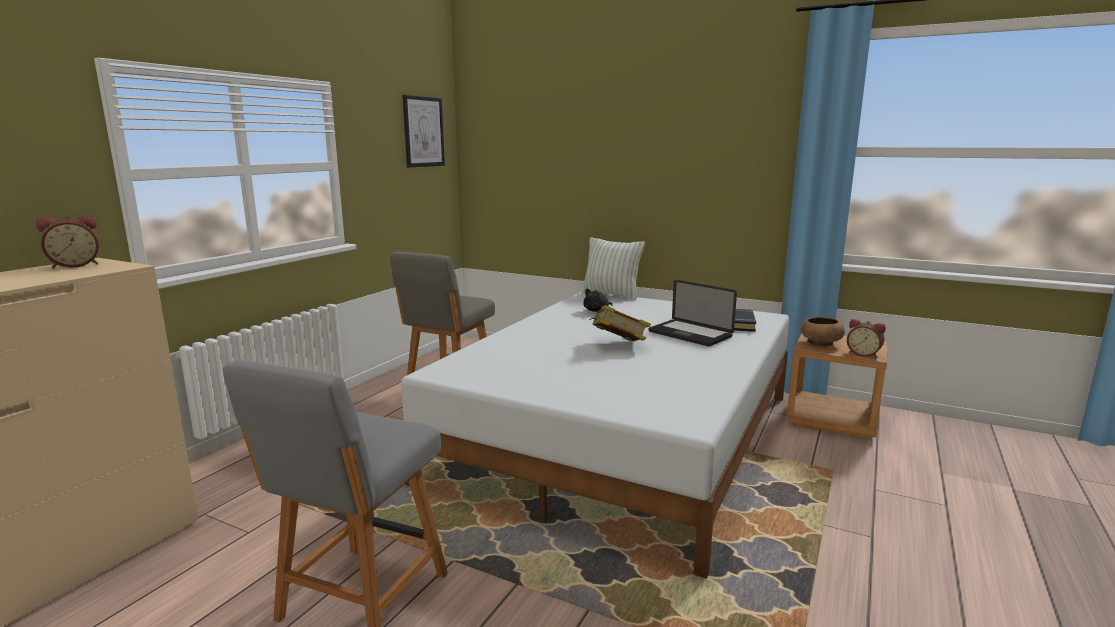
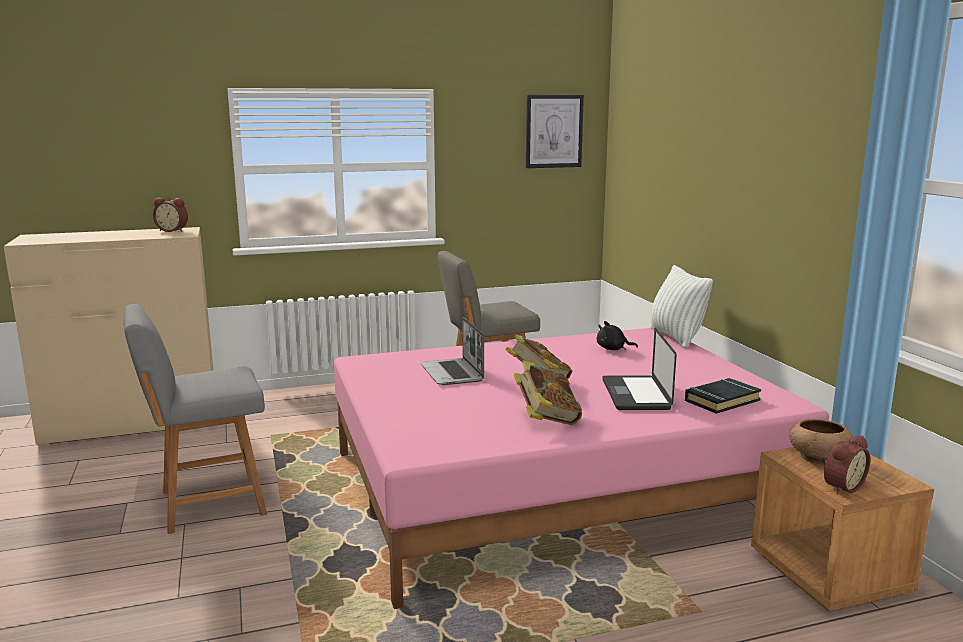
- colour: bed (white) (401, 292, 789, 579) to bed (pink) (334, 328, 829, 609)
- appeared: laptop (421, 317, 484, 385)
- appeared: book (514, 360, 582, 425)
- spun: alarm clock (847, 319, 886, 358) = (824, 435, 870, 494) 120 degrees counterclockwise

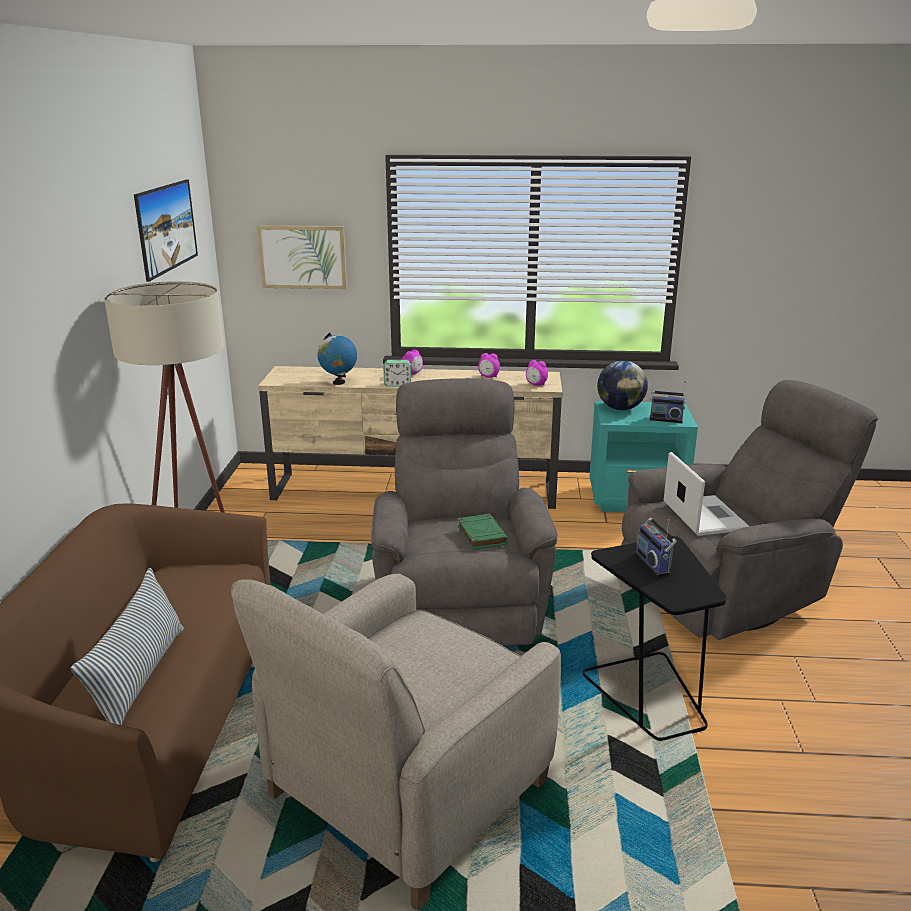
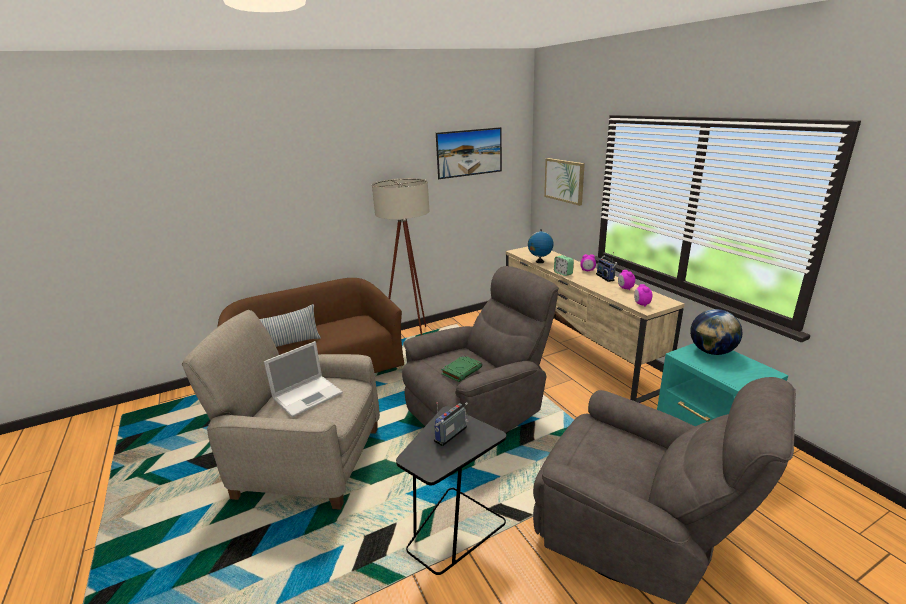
- relocated: laptop (664, 452, 749, 536) to (264, 341, 343, 417)
- relocated: radio (649, 381, 687, 423) to (596, 252, 618, 282)

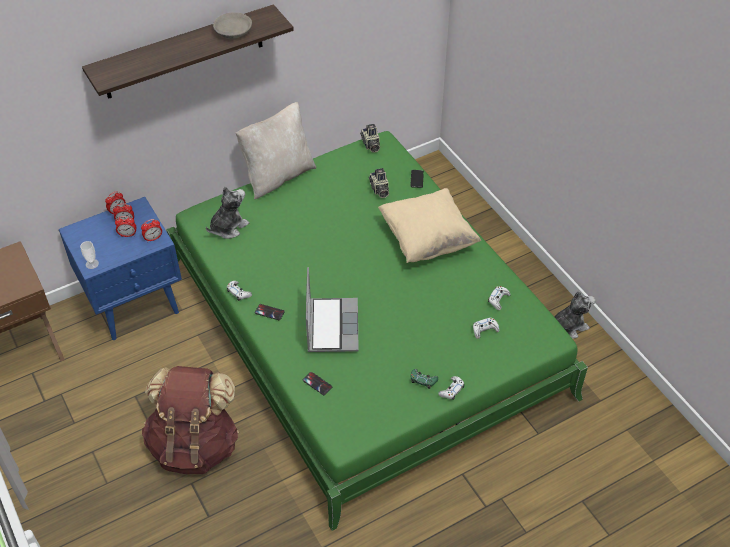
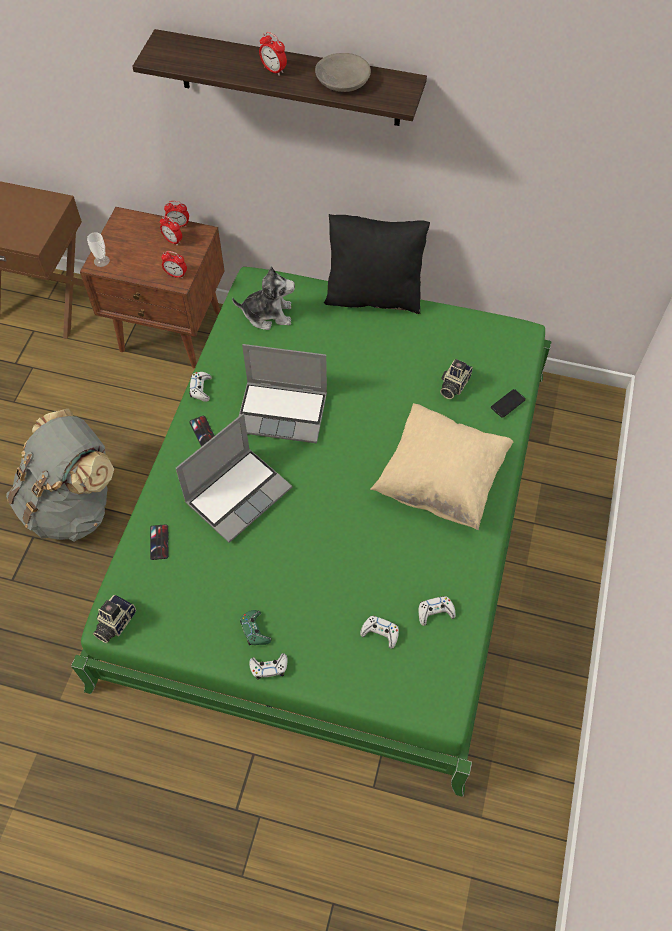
- colour: backpack (brown) (142, 366, 239, 474) to backpack (grey) (6, 408, 114, 542)
- colour: nightstand (blue) (59, 197, 182, 340) to nightstand (brown) (80, 207, 225, 368)
- relocated: photo camera (360, 124, 380, 153) to (93, 594, 136, 643)
- appeared: laptop (239, 344, 327, 443)
- relocated: alarm clock (115, 216, 136, 237) to (259, 32, 287, 76)
- colour: pillow (beige) (235, 102, 316, 199) to pillow (black) (324, 214, 430, 314)
- missing: plush toy (555, 291, 595, 339)

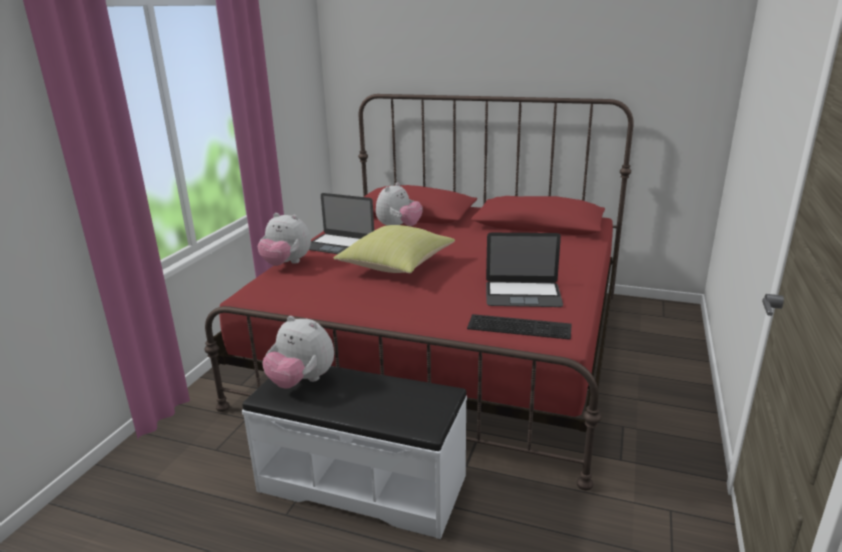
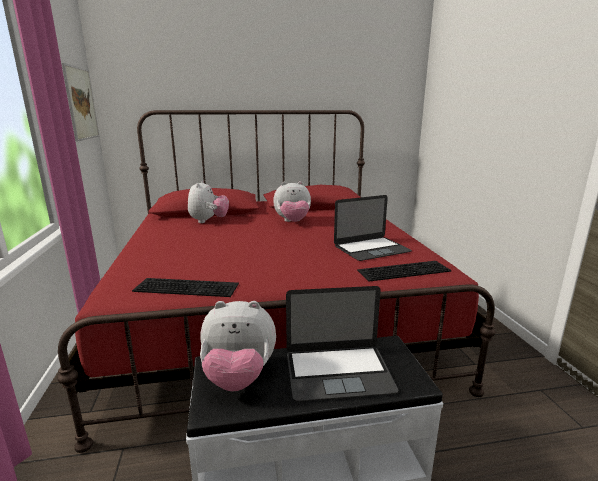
- appeared: picture (61, 63, 100, 142)
- appeared: keyboard (132, 278, 239, 297)
- relocated: plush toy (257, 213, 311, 266) to (273, 181, 311, 222)
- relocated: laptop (309, 193, 374, 254) to (286, 286, 398, 401)
- missing: pillow (yellow) (334, 225, 455, 273)

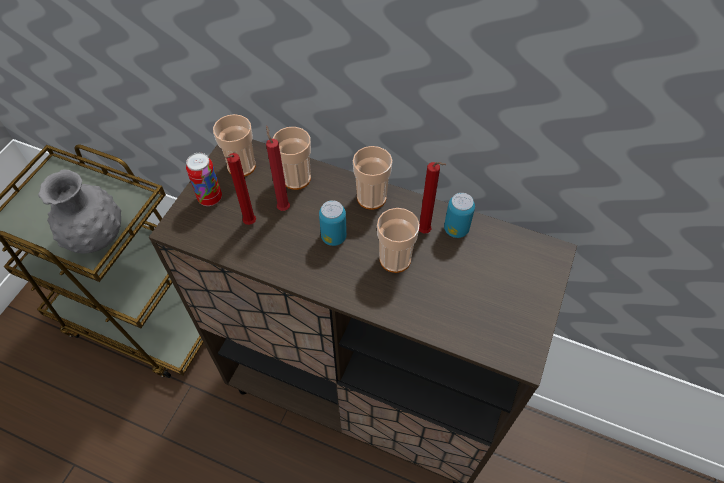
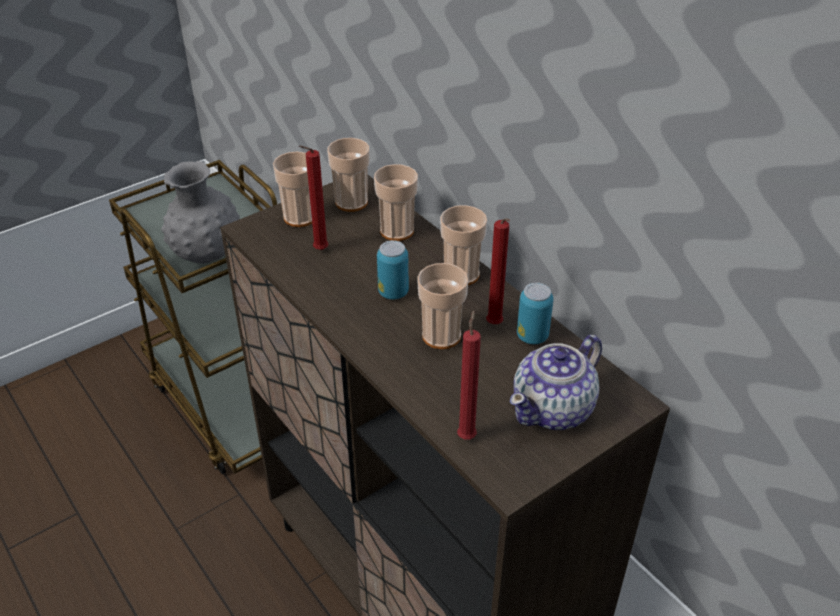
- exchanged: can (186, 153, 222, 206) to cup (273, 151, 312, 227)
- relocated: candle (red) (266, 126, 290, 211) to (457, 310, 481, 440)
- appeared: teapot (510, 335, 602, 430)

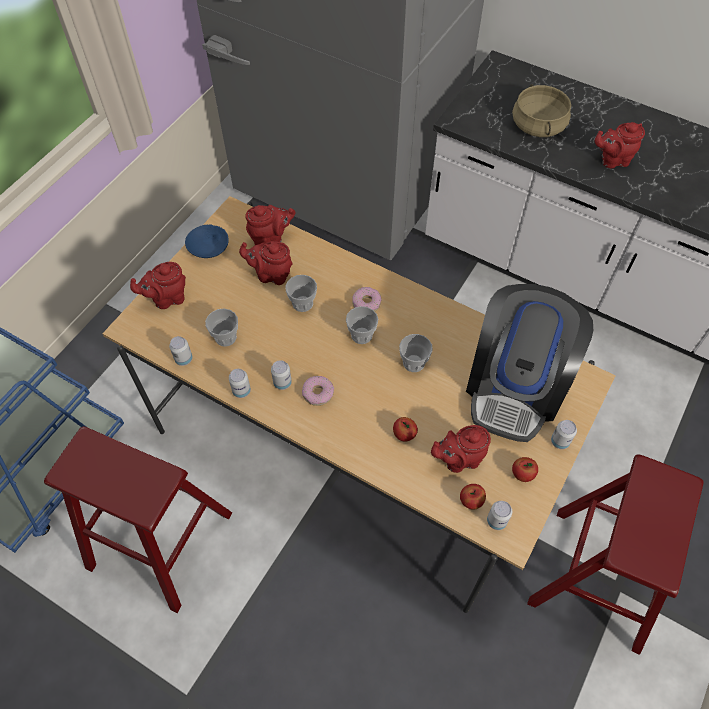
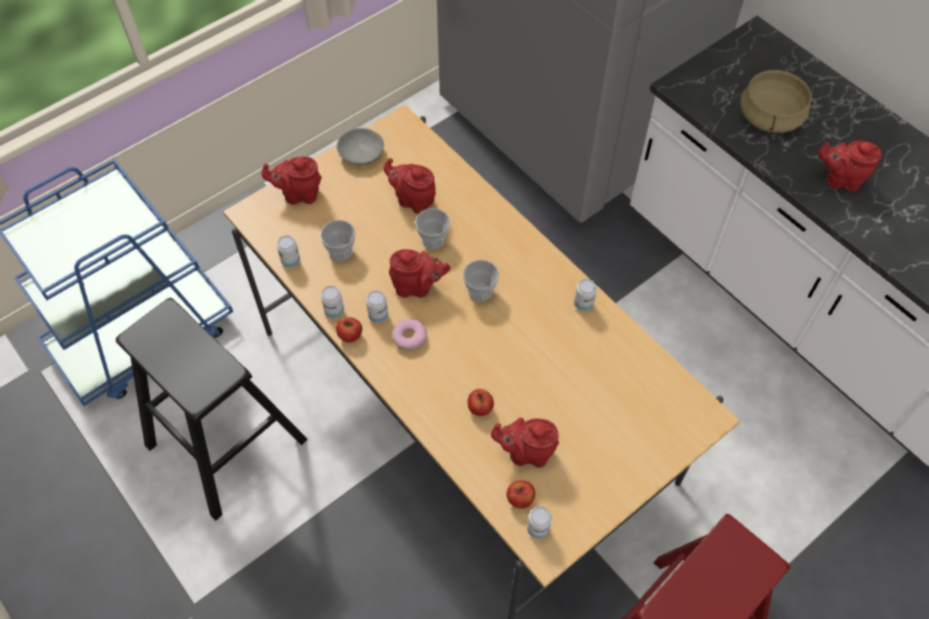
- colour: stool (red) (44, 426, 232, 613) to stool (black) (116, 298, 308, 521)
- relocated: apple (512, 457, 538, 482) to (336, 317, 362, 342)
- colour: bowl (blue) (185, 225, 229, 258) to bowl (grey) (337, 128, 384, 165)
- relocated: teapot (red) (245, 205, 296, 245) to (389, 249, 450, 298)
- relocated: can (551, 420, 577, 449) to (574, 279, 597, 311)
- missing: donut (352, 287, 382, 312)
- missing: cup (399, 334, 433, 372)
- missing: coffee machine (466, 284, 593, 442)

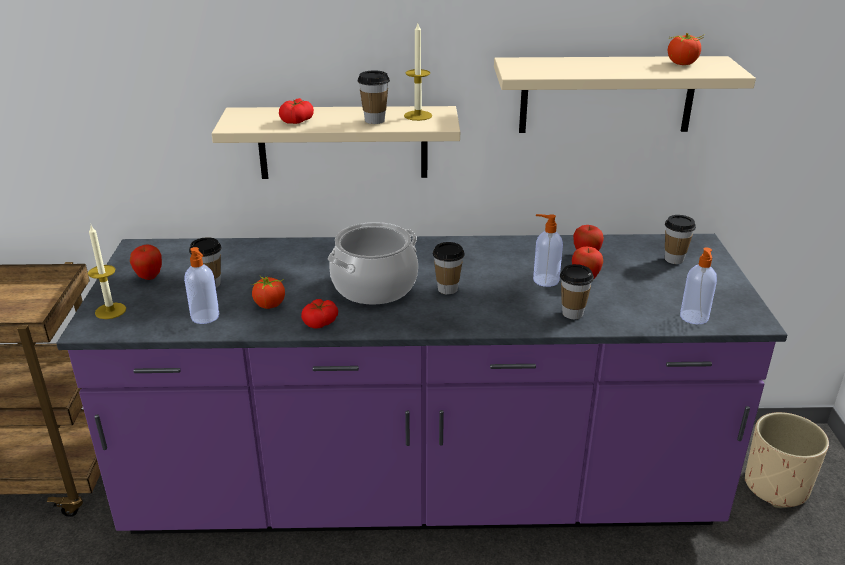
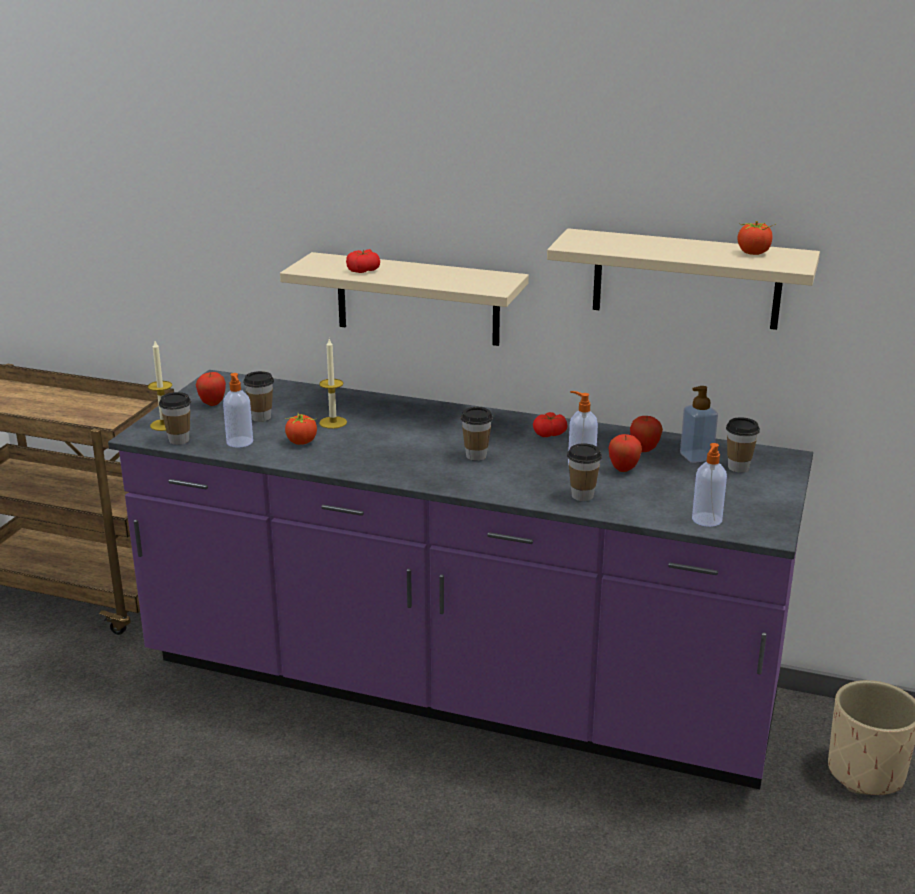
- relocated: cup (358, 70, 390, 124) to (159, 392, 191, 445)
- relocated: candle (404, 23, 432, 121) to (319, 339, 347, 429)
- relocated: tomato (301, 299, 338, 329) to (533, 412, 567, 437)
- appeared: soap dispenser (680, 386, 718, 463)
- missing: cooking pot (328, 222, 418, 305)

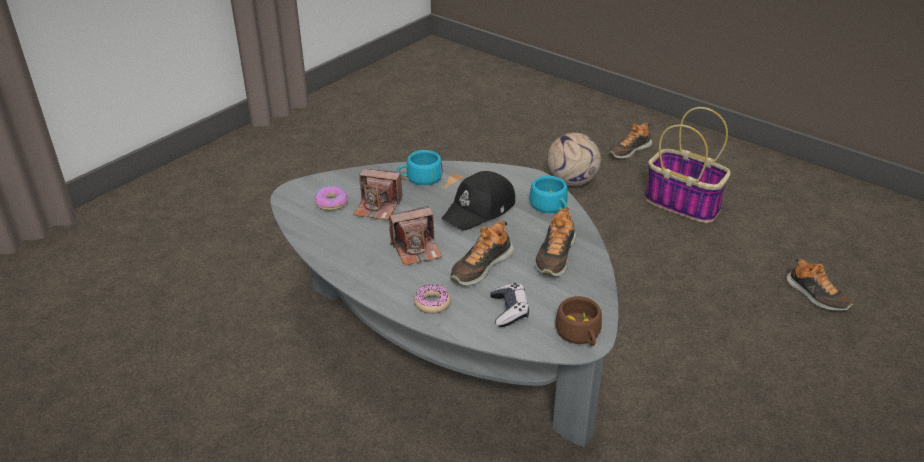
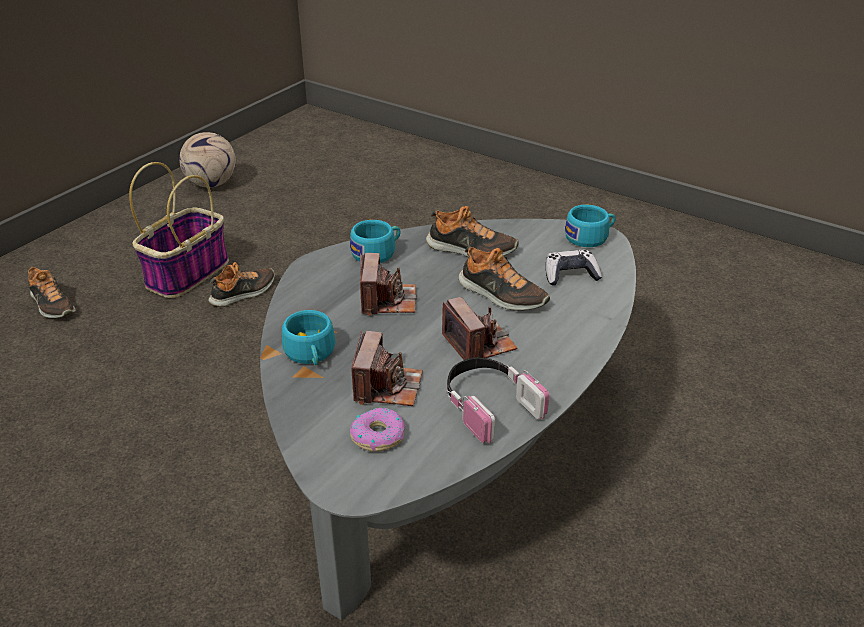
- relocated: football (547, 133, 601, 186) to (179, 132, 236, 187)
- relocated: shoe (787, 258, 853, 311) to (208, 262, 275, 307)
- exchanged: cap (black) (442, 171, 515, 230) to photo camera (360, 253, 417, 316)
- appeared: headphones (447, 358, 549, 444)
- colour: cup (brown) (555, 296, 602, 346) to cup (turquoise) (565, 205, 616, 247)
- missing: donut (414, 284, 451, 314)

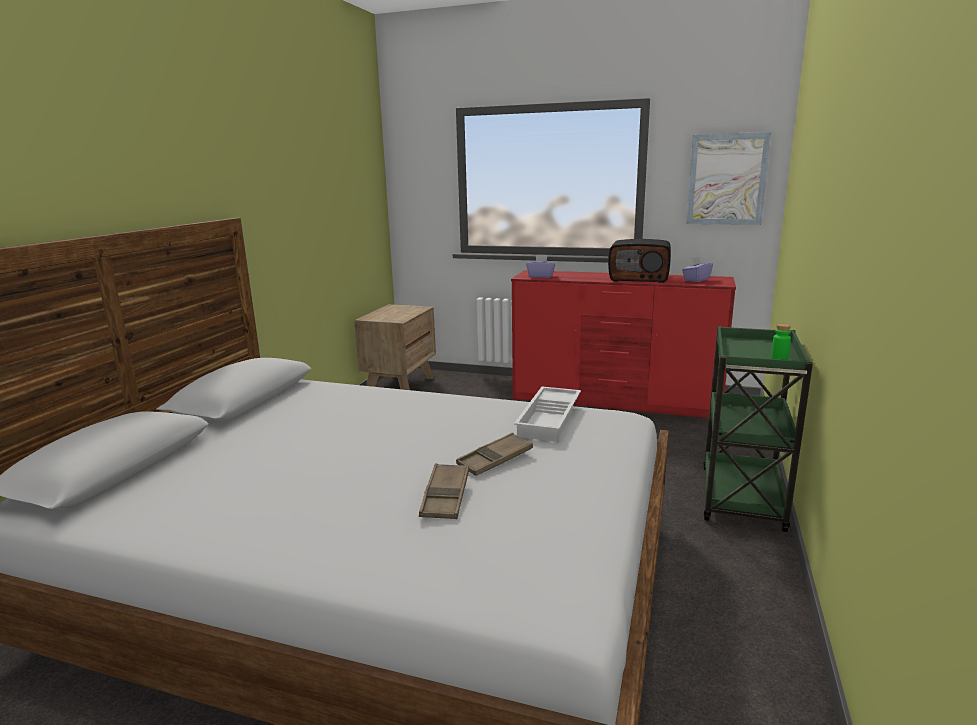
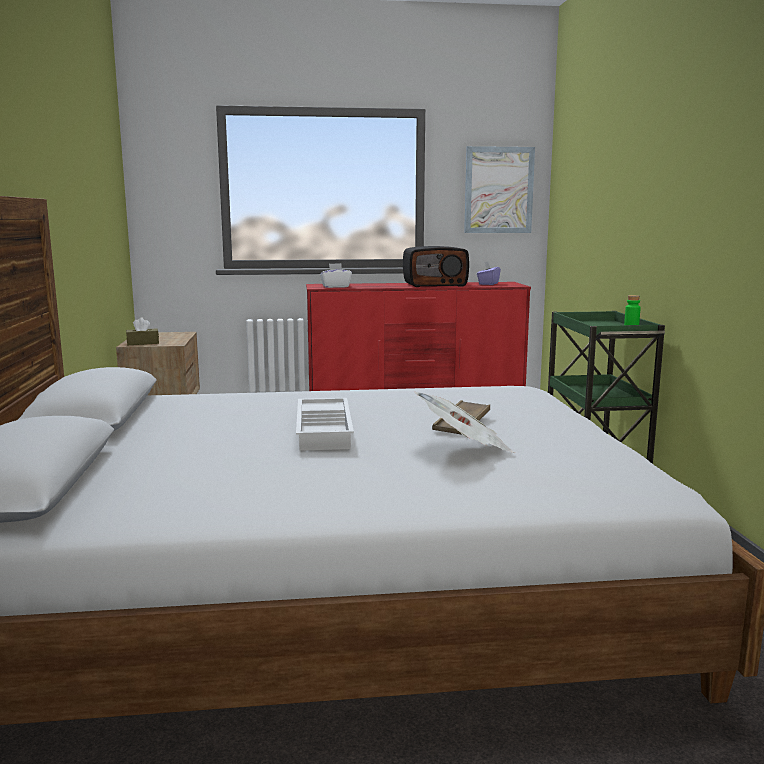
- appeared: tissue box (brown) (126, 317, 159, 345)
- relocated: tray (white) (514, 386, 581, 442) to (296, 398, 354, 451)
- colour: tissue box (purple) (526, 255, 555, 278) to tissue box (white) (320, 263, 352, 288)
- exchanged: tray (brown) (419, 463, 469, 519) to newspaper (415, 392, 516, 453)

